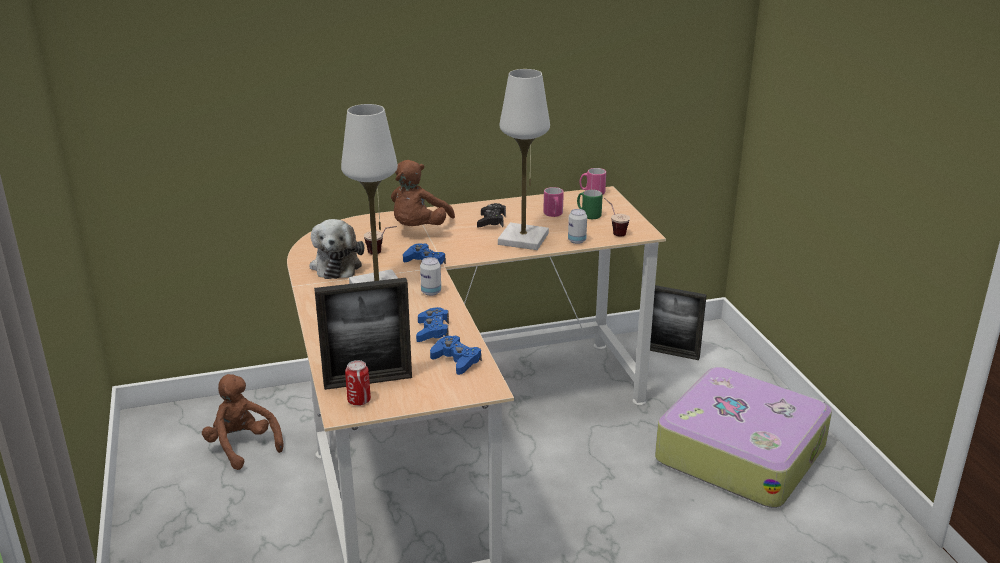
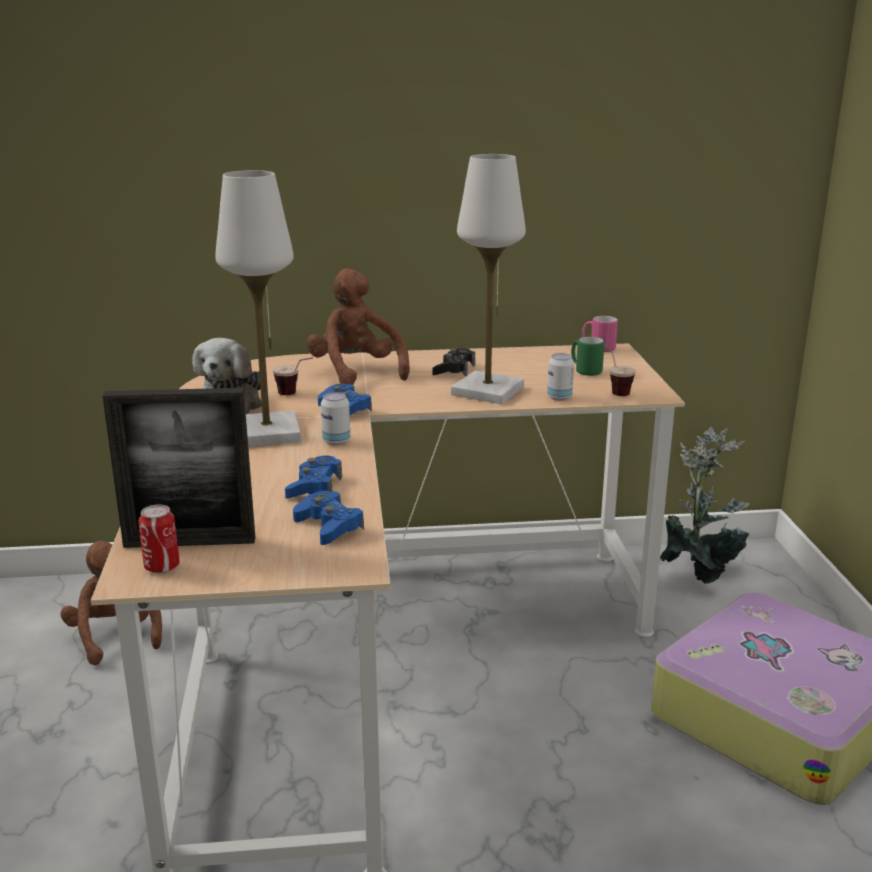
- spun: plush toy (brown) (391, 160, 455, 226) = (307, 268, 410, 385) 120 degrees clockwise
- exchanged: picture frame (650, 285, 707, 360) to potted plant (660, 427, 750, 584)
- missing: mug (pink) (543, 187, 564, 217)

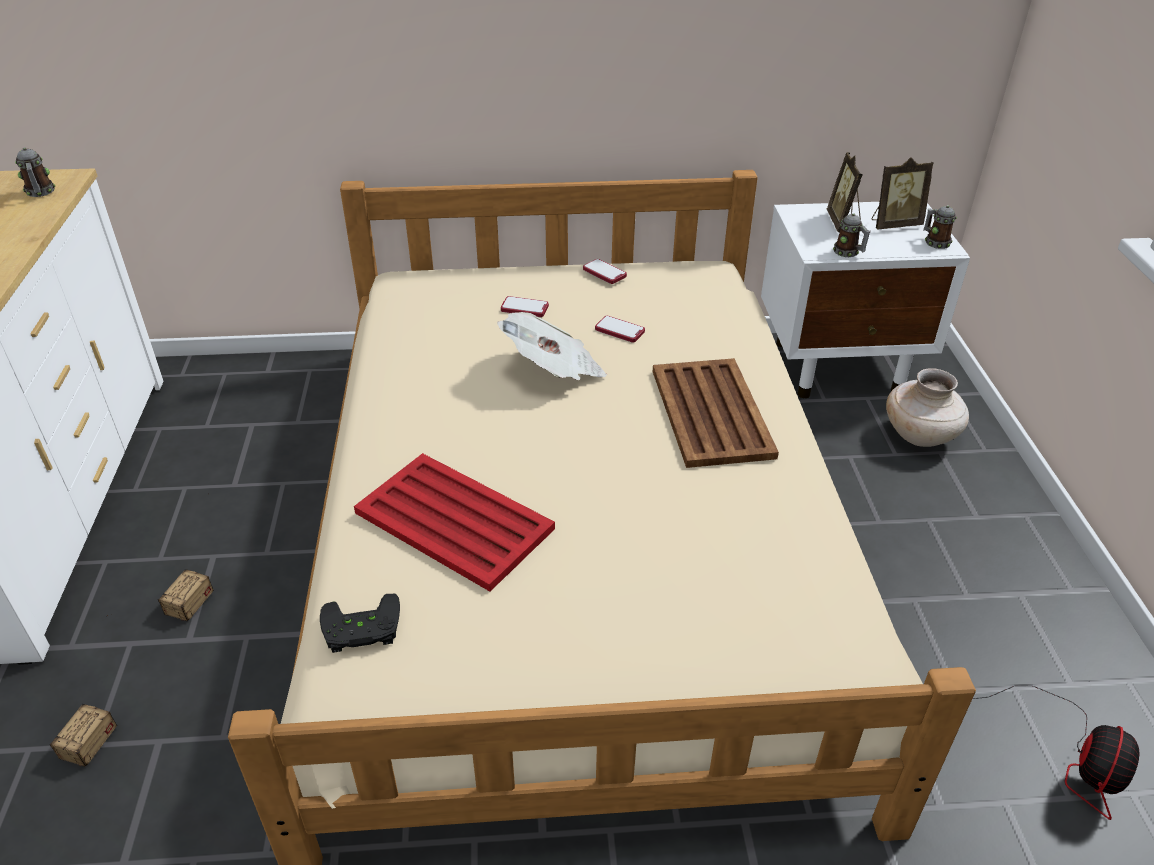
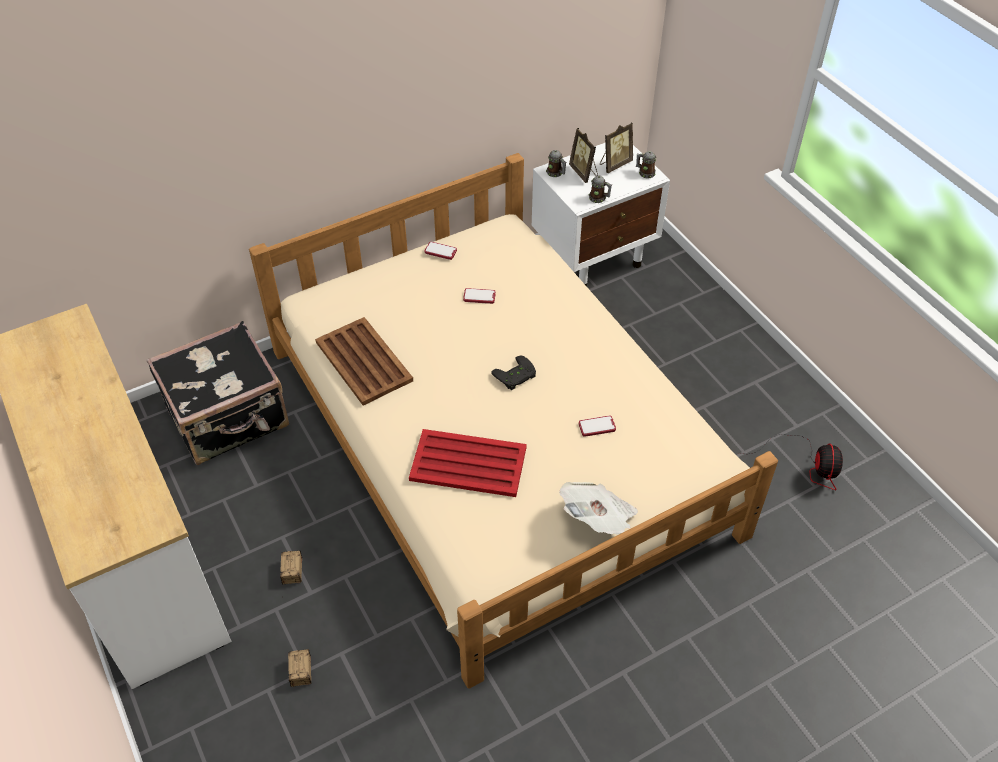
- appeared: suitcase (black) (147, 321, 289, 465)
- relocated: tray (brown) (653, 358, 779, 468) to (315, 317, 413, 406)
- relocated: game controller (black) (320, 594, 400, 653) to (491, 355, 536, 390)
- relocated: mug (15, 147, 55, 197) to (546, 150, 566, 177)
- relocated: newspaper (497, 312, 607, 380) to (559, 482, 638, 535)
- relocated: phone (501, 296, 549, 317) to (579, 415, 616, 437)
- missing: vase (beige) (886, 368, 969, 447)

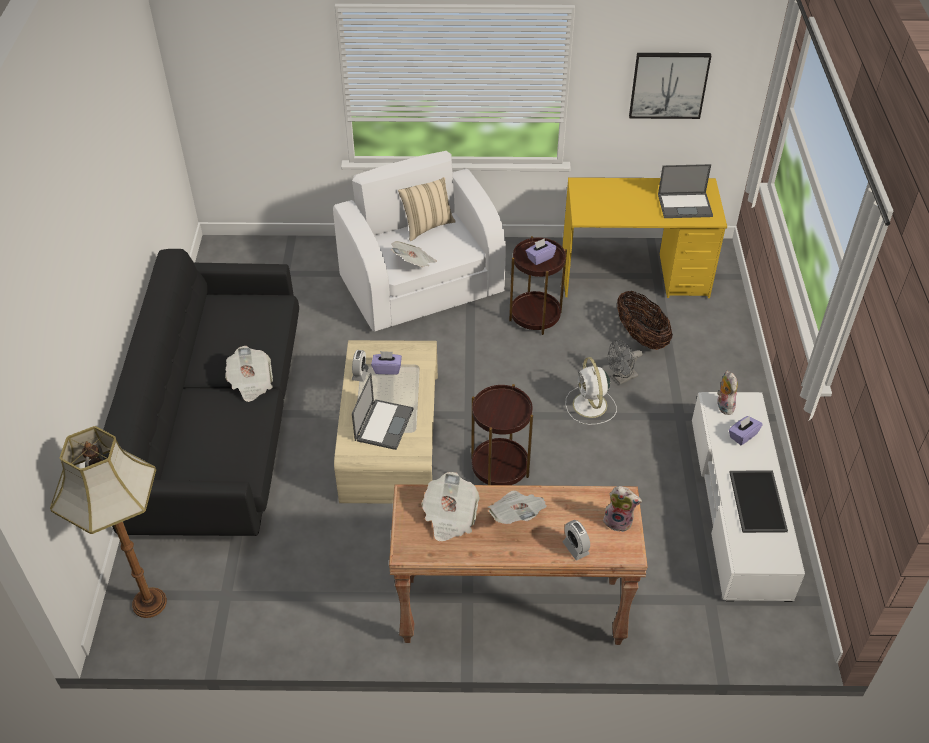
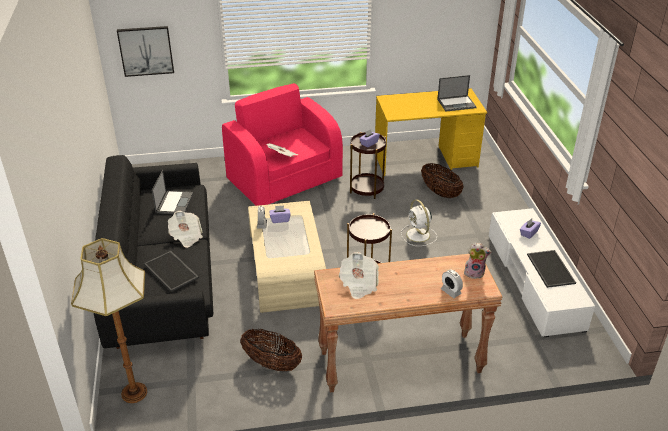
- relocated: picture (629, 53, 711, 119) to (117, 26, 174, 77)
- appeared: tray (144, 251, 199, 292)
- relocated: laptop (352, 373, 413, 450) to (152, 170, 193, 214)
- colour: armchair (white) (333, 151, 506, 331) to armchair (pink) (222, 83, 343, 206)
- appeared: basket (240, 329, 302, 371)
- missing: pillow (beige) (398, 177, 456, 241)
- missing: newspaper (488, 490, 547, 524)
- missing: fan (grey) (608, 340, 643, 384)
- missing: plush toy (717, 370, 738, 415)

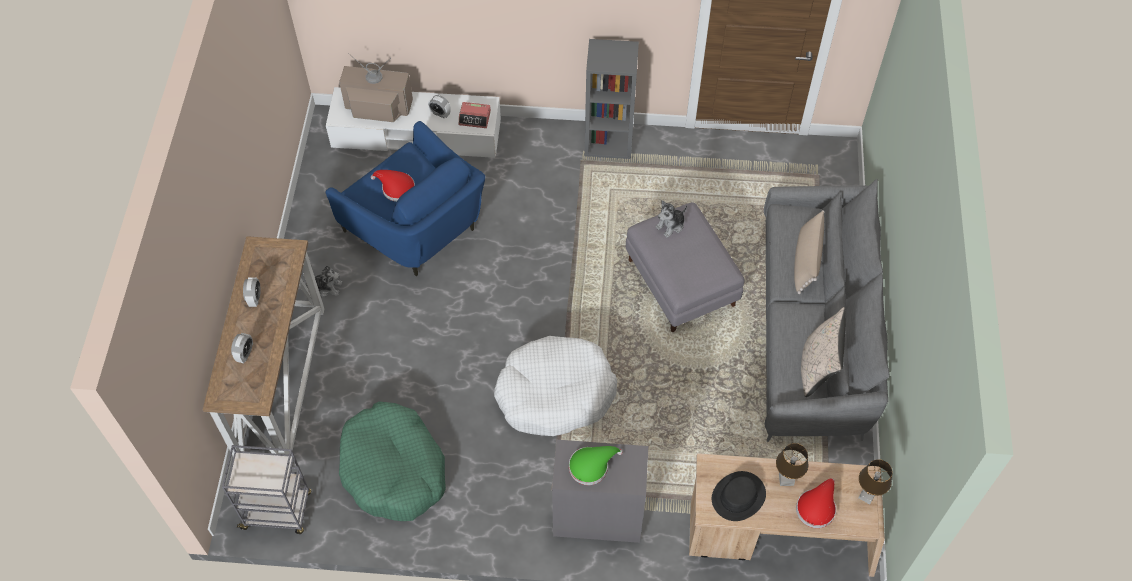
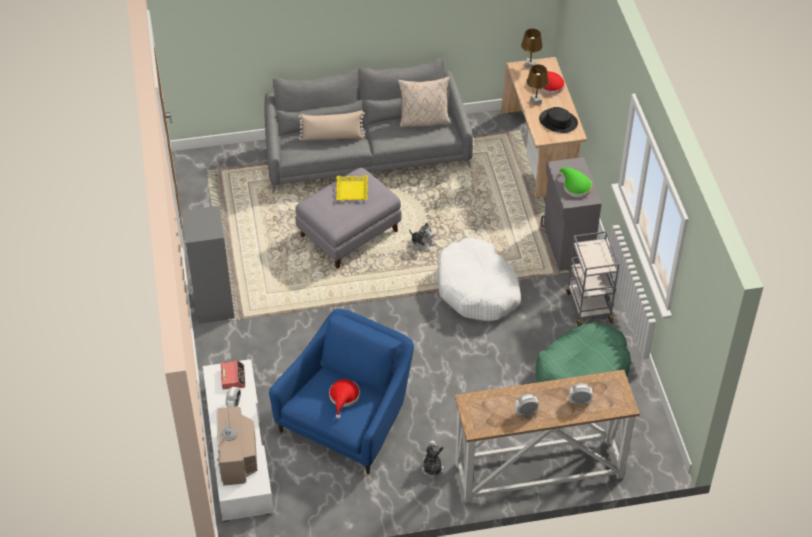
- appeared: tray (yellow) (336, 176, 368, 200)
- relocated: plush toy (656, 200, 687, 238) to (409, 223, 435, 252)
- relocated: cart (grey) (222, 445, 311, 534) to (566, 231, 619, 327)

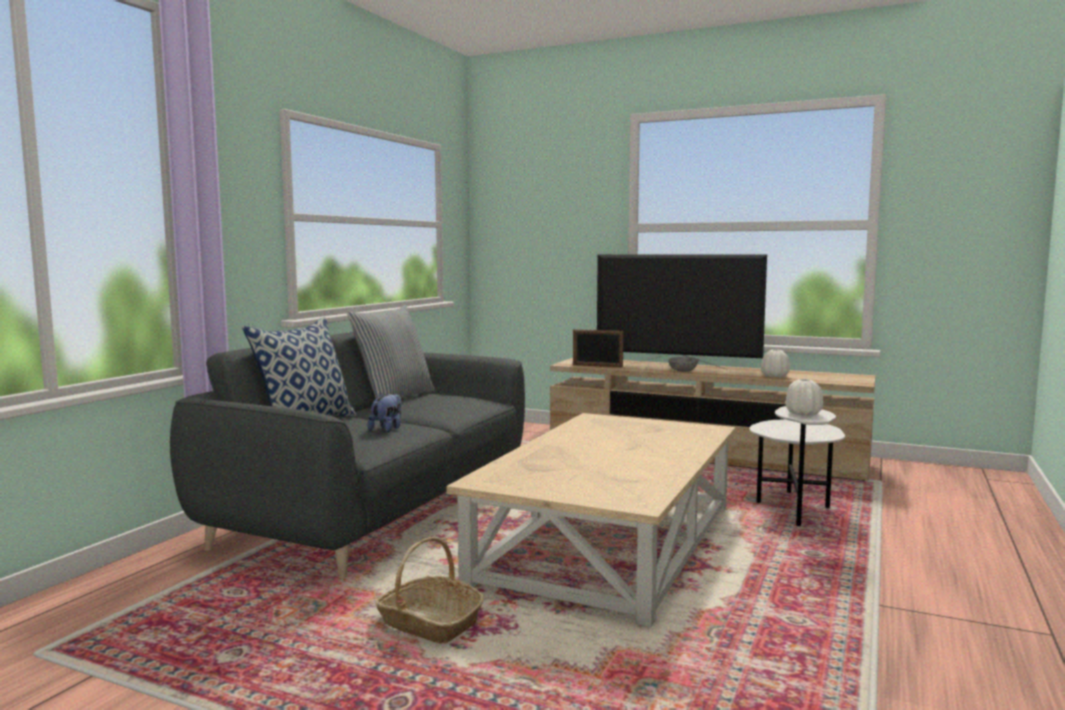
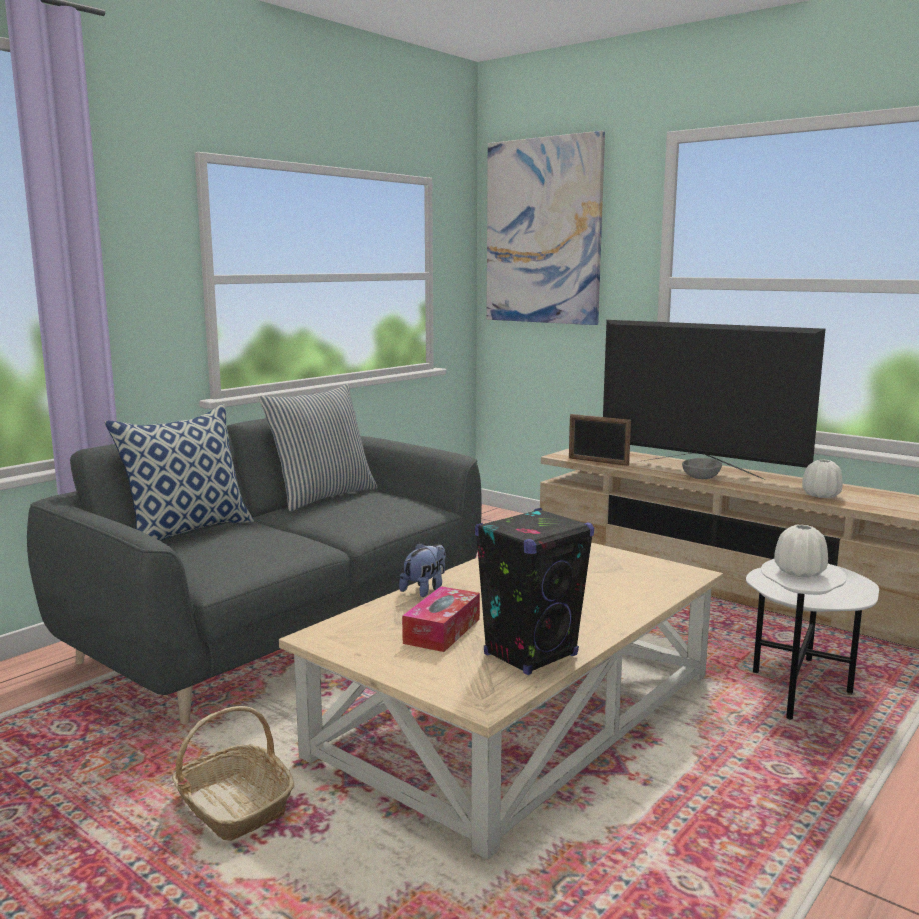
- relocated: plush toy (367, 392, 402, 432) to (399, 542, 446, 597)
- appeared: tissue box (402, 586, 480, 652)
- appeared: speaker (black) (475, 508, 594, 675)
- appeared: picture (487, 131, 605, 325)

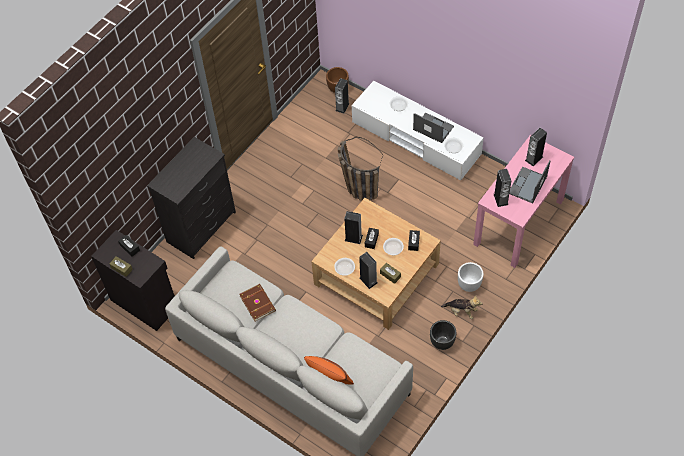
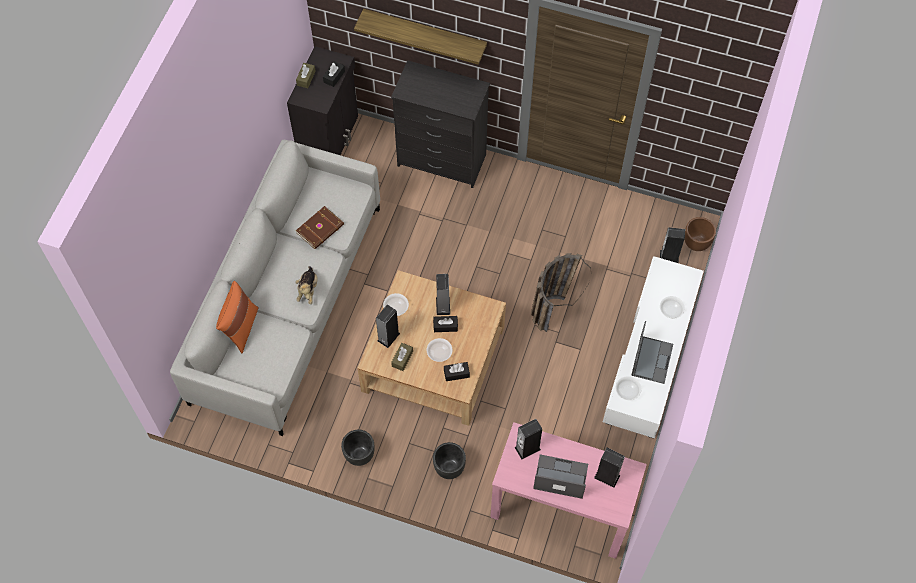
- relocated: plush toy (441, 296, 482, 319) to (295, 266, 318, 304)
- appeared: shelf (354, 9, 487, 65)
- colour: planter (white) (458, 262, 484, 292) to planter (black) (433, 442, 466, 479)

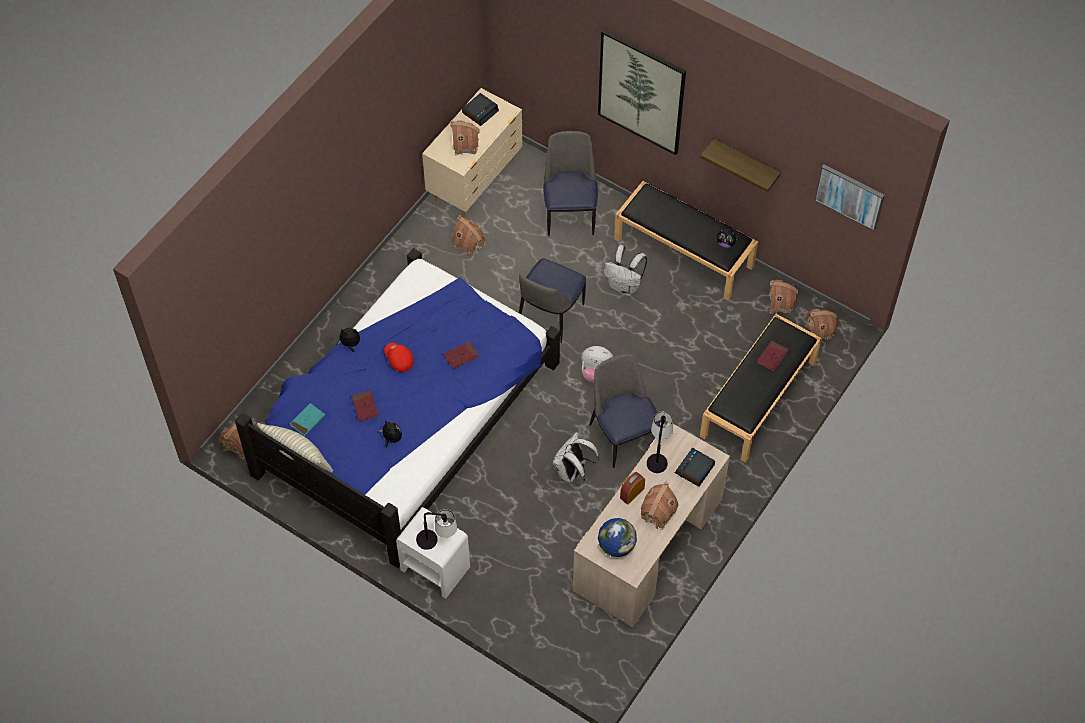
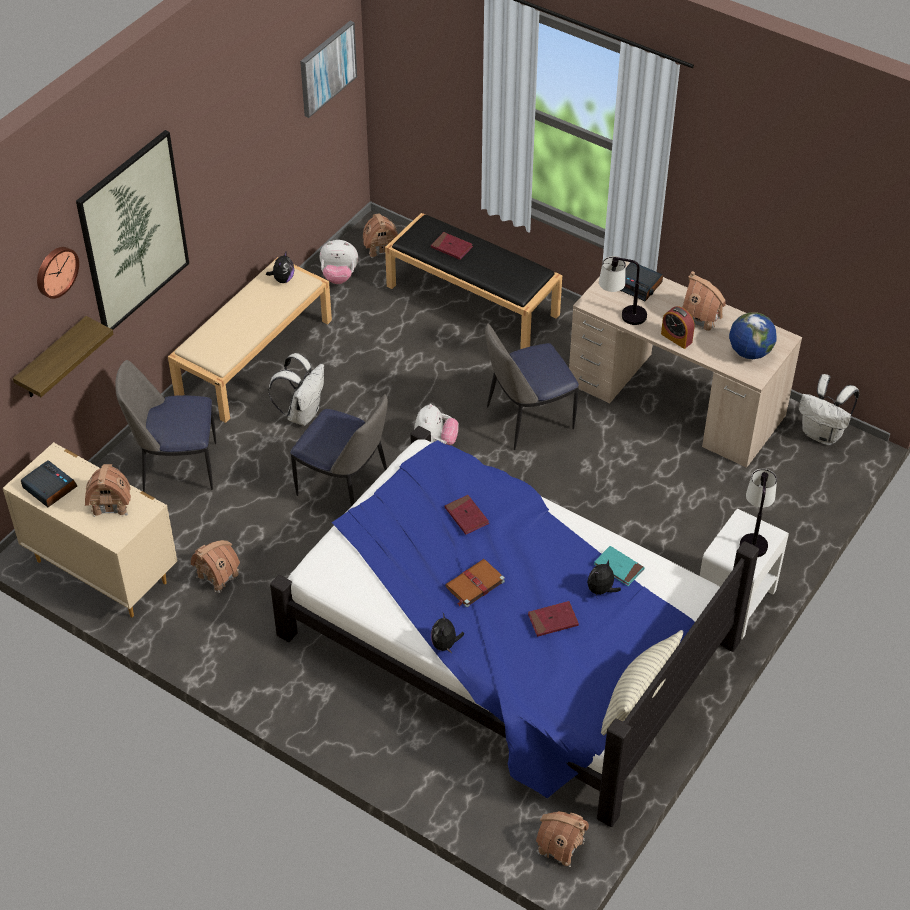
- relocated: shelf (701, 138, 781, 192) to (13, 316, 113, 397)
- appeared: wall clock (37, 247, 79, 299)
- colour: bench (black) (614, 181, 758, 301) to bench (beige) (168, 257, 332, 423)
- exchanged: toy house (768, 280, 798, 314) to plush toy (320, 240, 358, 284)
- exchanged: cap (red) (384, 343, 414, 372) to book (brown) (445, 559, 505, 607)
- relocated: book (turquoise) (290, 403, 325, 437) to (594, 546, 645, 586)
- relocated: backpack (white) (553, 432, 599, 485) to (799, 374, 859, 445)

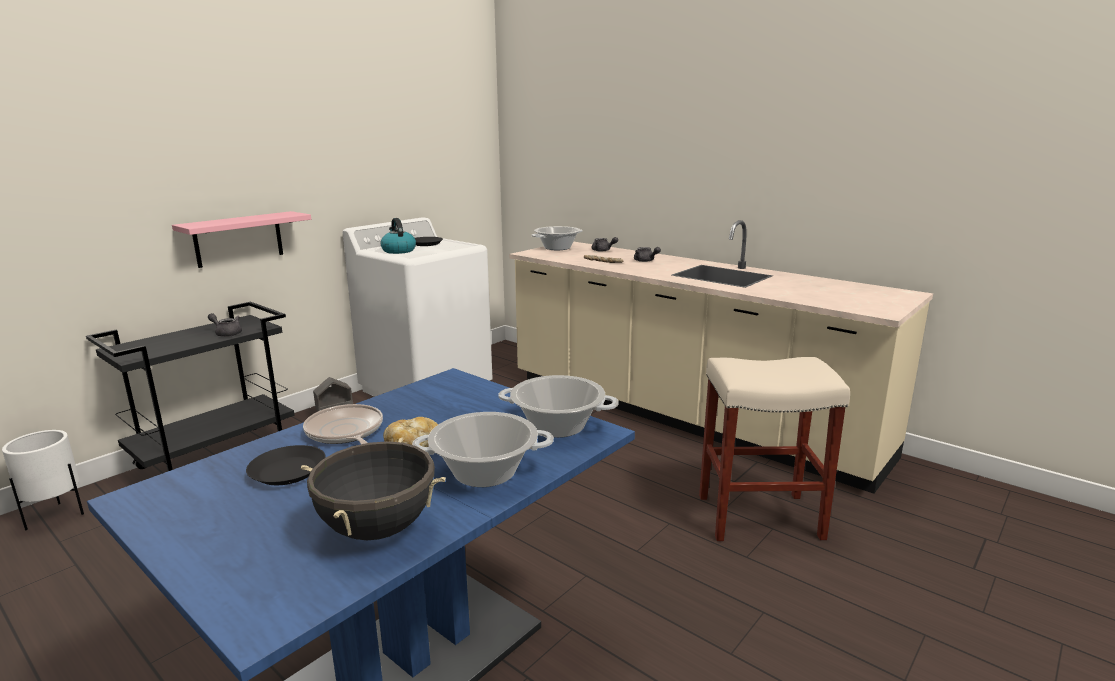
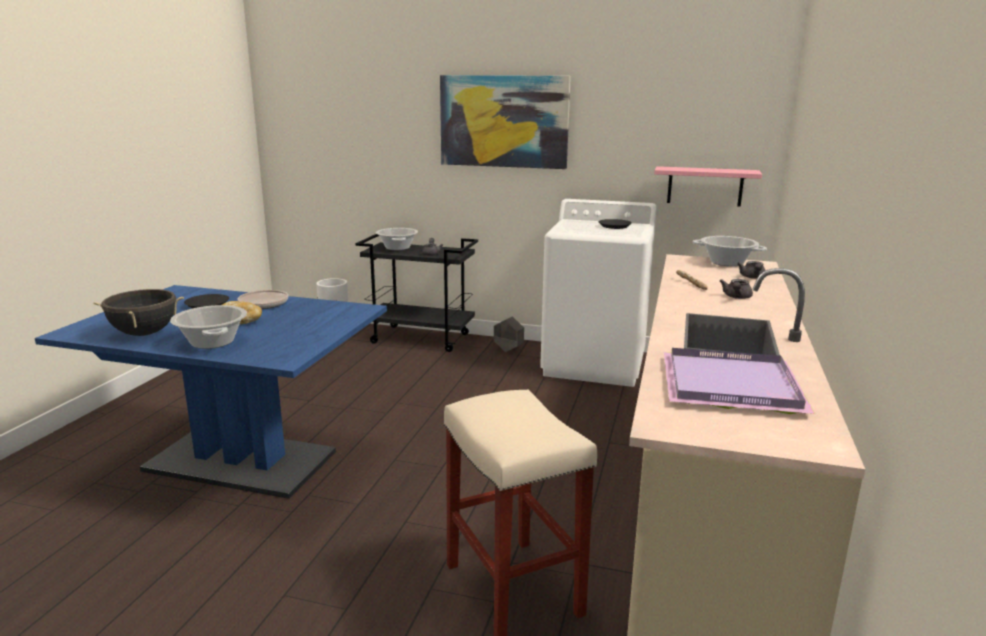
- relocated: cooking pot (498, 375, 619, 438) to (376, 228, 418, 250)
- appeared: picture (440, 75, 571, 169)
- relocated: shelf (pink) (172, 211, 311, 268) to (654, 166, 762, 207)
- appeared: tray (purple) (664, 348, 815, 414)
- missing: kettle (380, 218, 416, 254)

